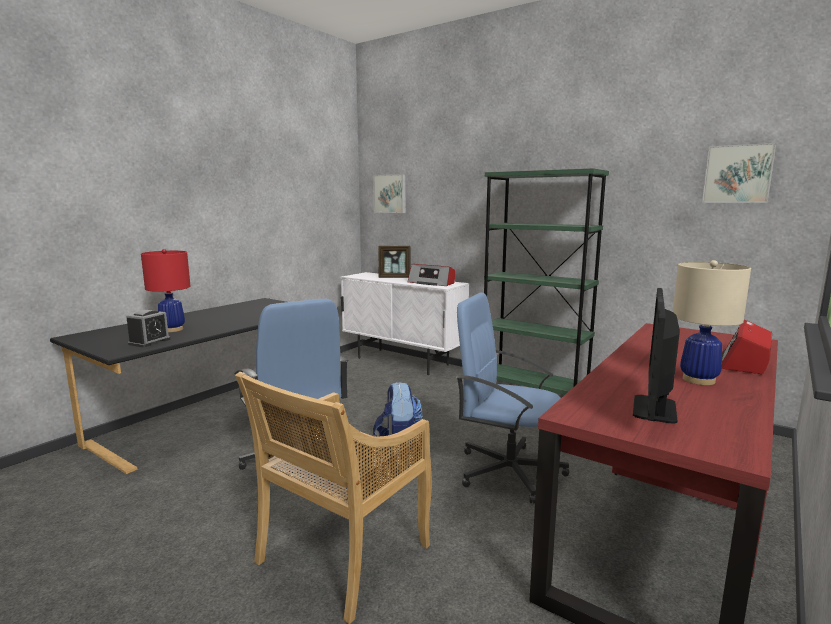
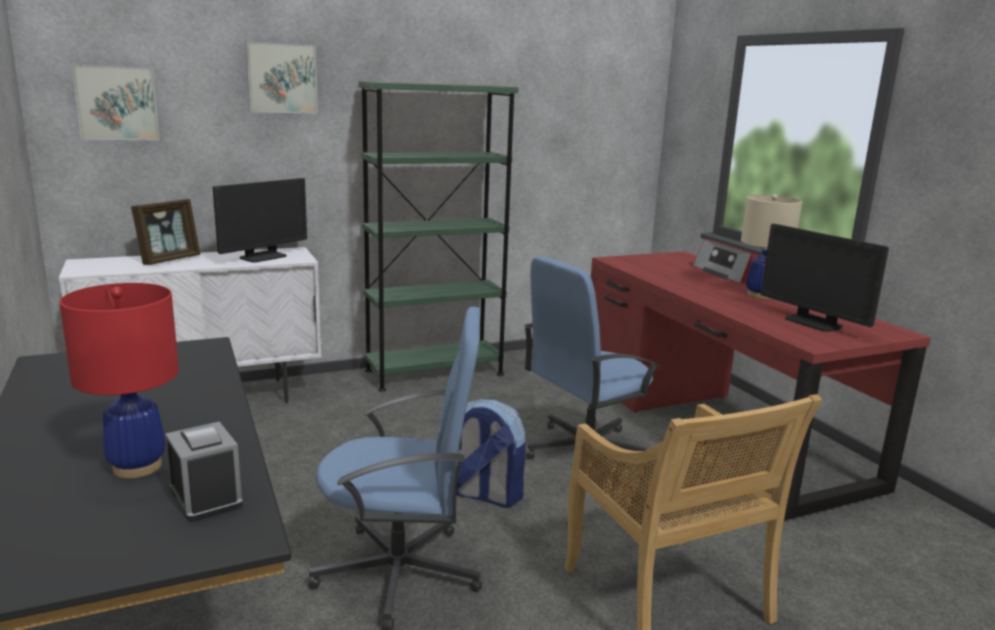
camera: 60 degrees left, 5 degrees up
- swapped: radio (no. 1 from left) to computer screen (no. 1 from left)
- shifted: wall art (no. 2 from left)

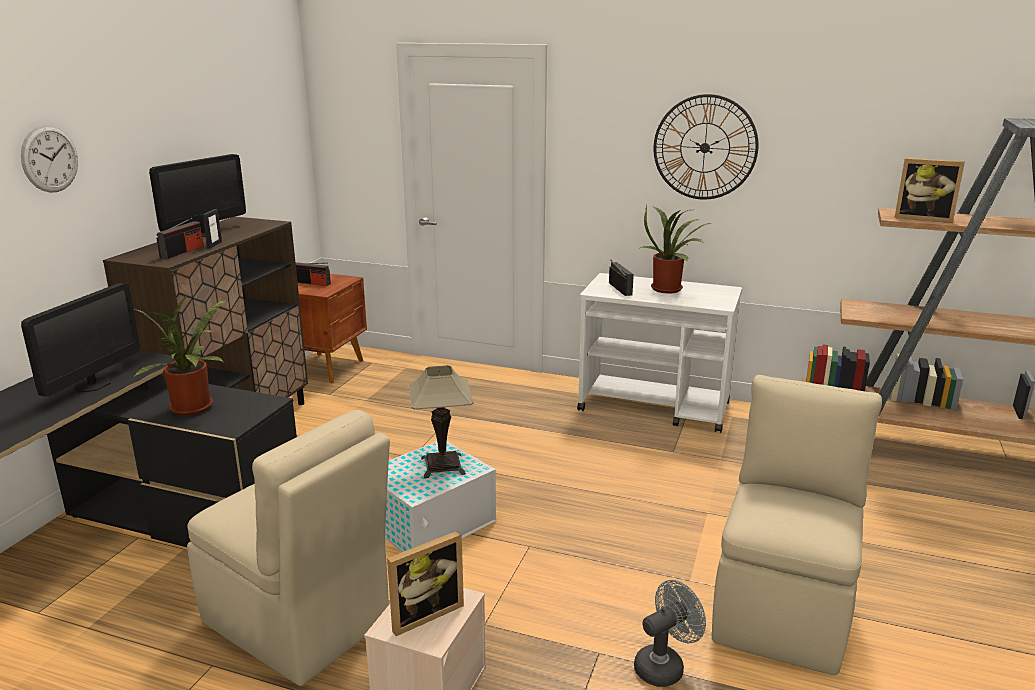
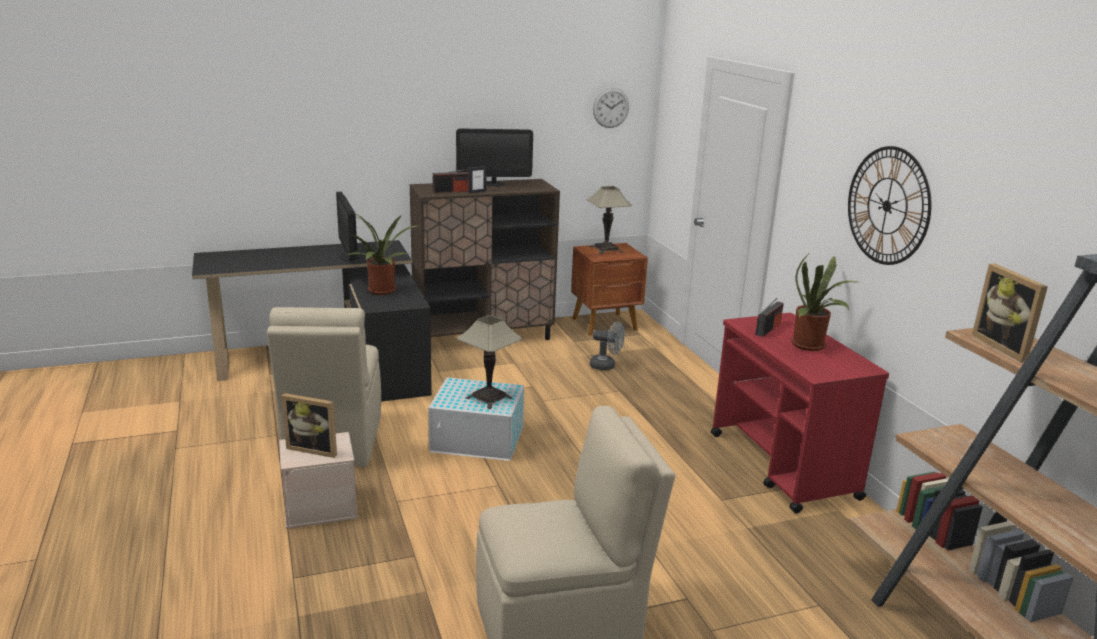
camera: 50 degrees right, 0 degrees up
- rotated: computer screen (no. 1 from left) 90 degrees clockwise
- swapped: radio (no. 2 from left) to table lamp (no. 2 from left)
- shifted: electric fan (greyish)
- shifted: wall clock (no. 1 from left)
- repainted: cart (white) to cart (red)

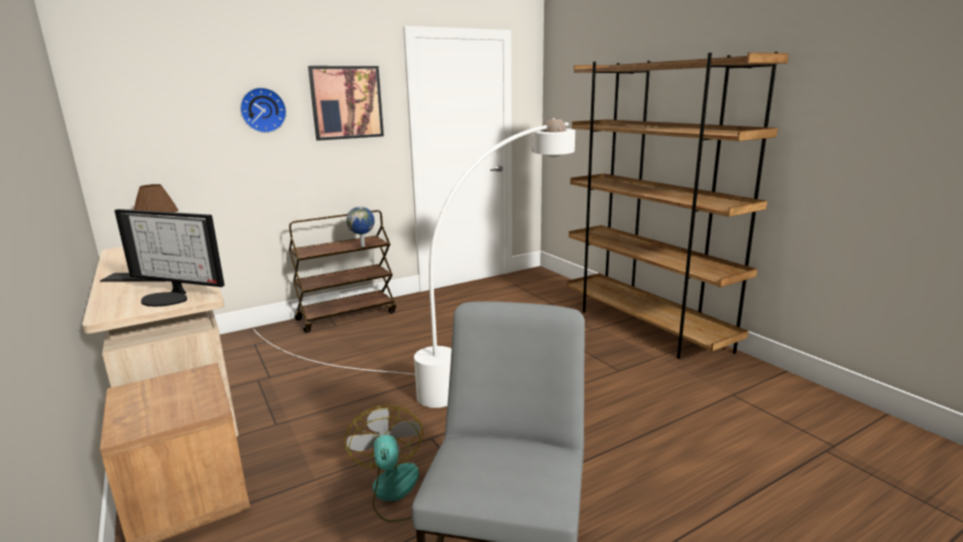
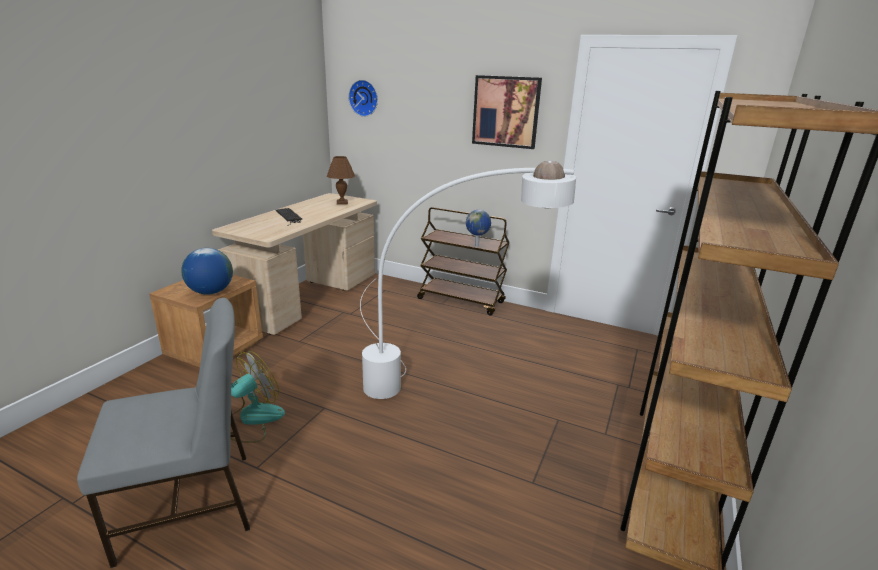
camera: 55 degrees right, 5 degrees up
- new: desk globe (no. 1 from left)
- shifted: wall clock
- gone: computer screen

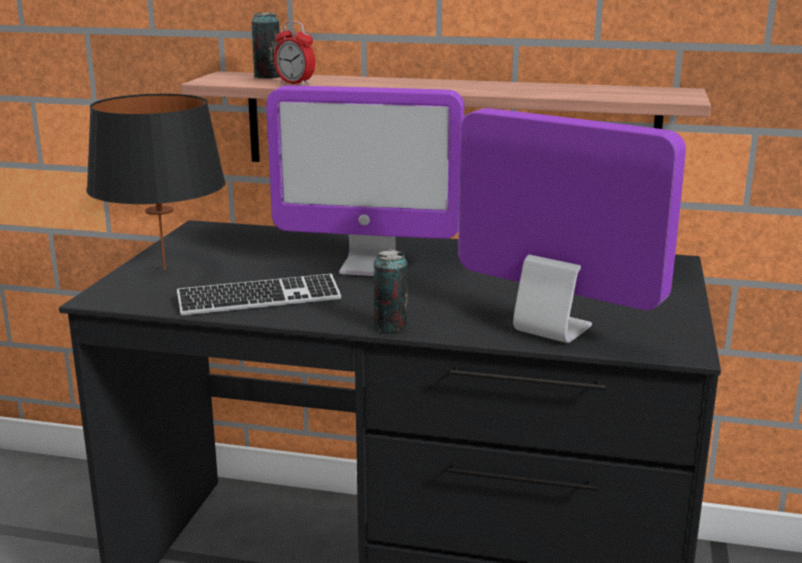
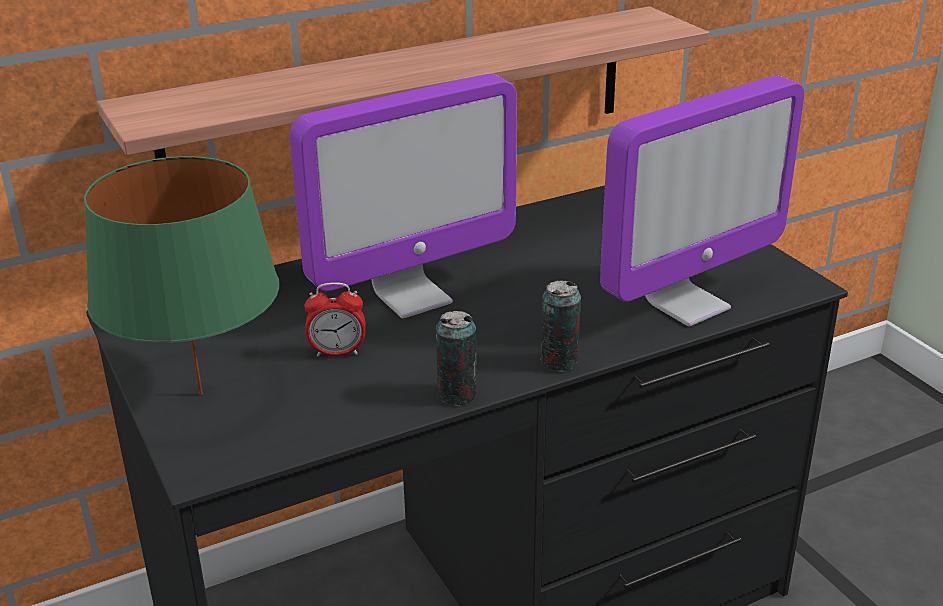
camera: 40 degrees left, 10 degrees up
- repainted: table lamp (black) to table lamp (green-coloured)
- shifted: alarm clock
- shifted: metal can (no. 1 from left)
- rotated: computer screen (no. 2 from left) 150 degrees clockwise
- gone: computer keyboard

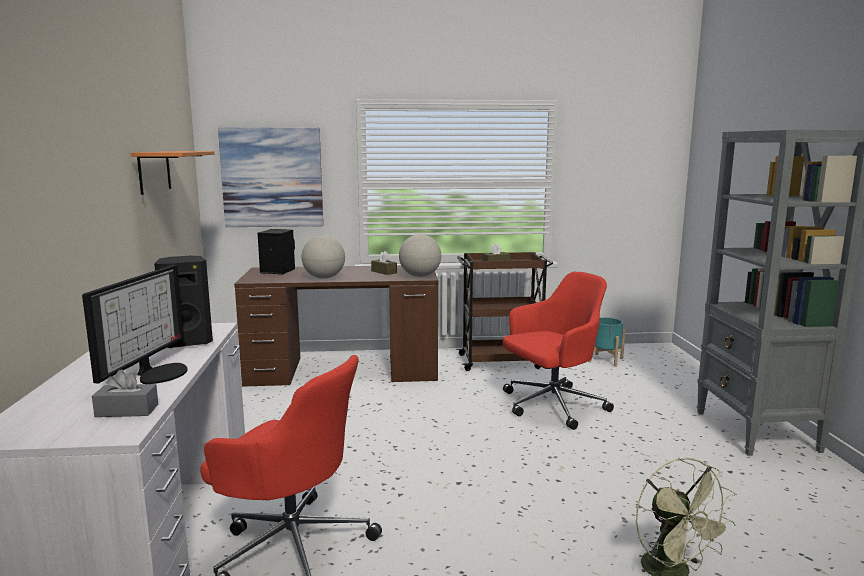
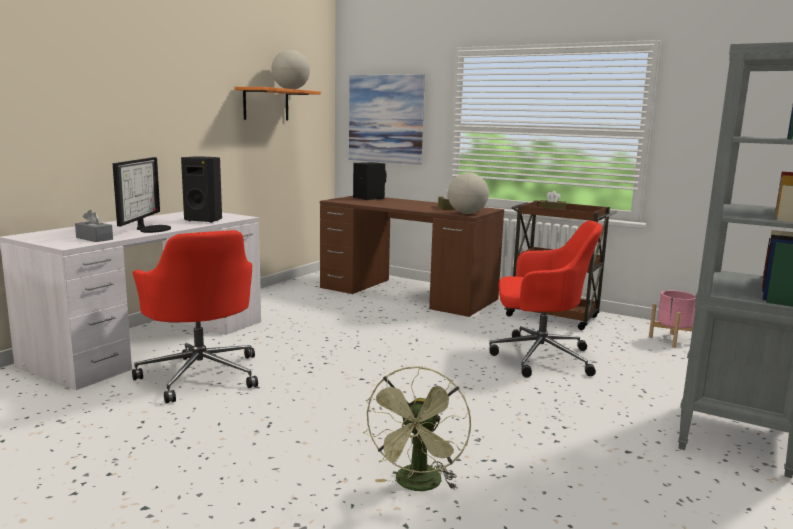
camera: 35 degrees right, 0 degrees up
- rotated: computer screen 45 degrees counterclockwise
- shifted: desk globe (no. 1 from left)
- repainted: planter (turquoise) to planter (pink)

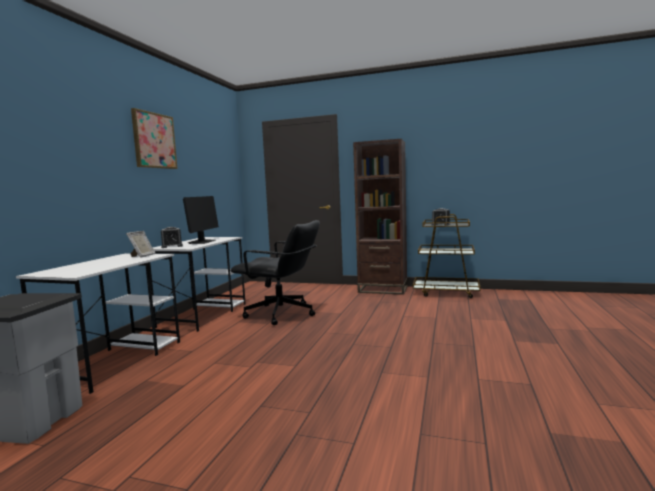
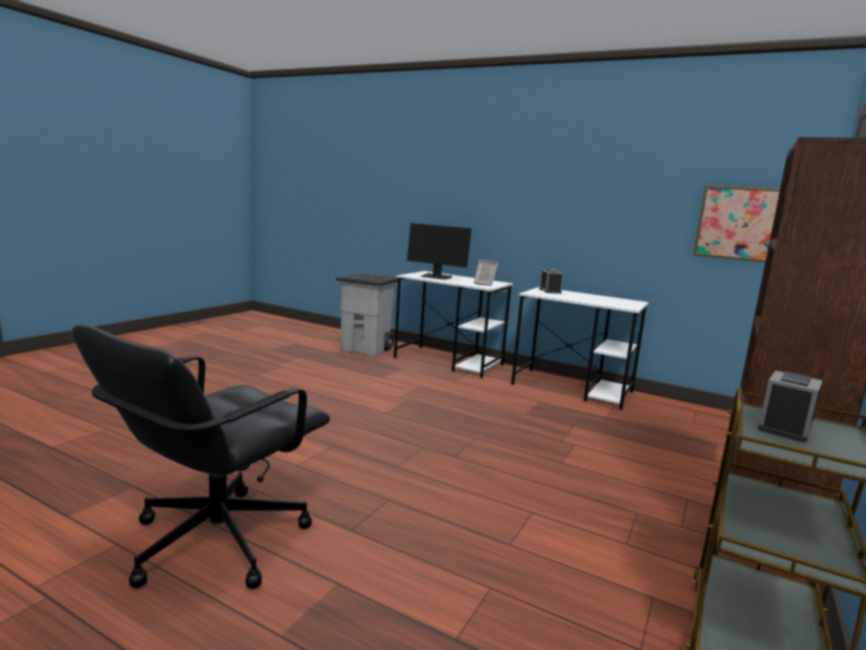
camera: 100 degrees right, 5 degrees up
- shifted: computer chair (black)
- shifted: computer screen
- shifted: wall art

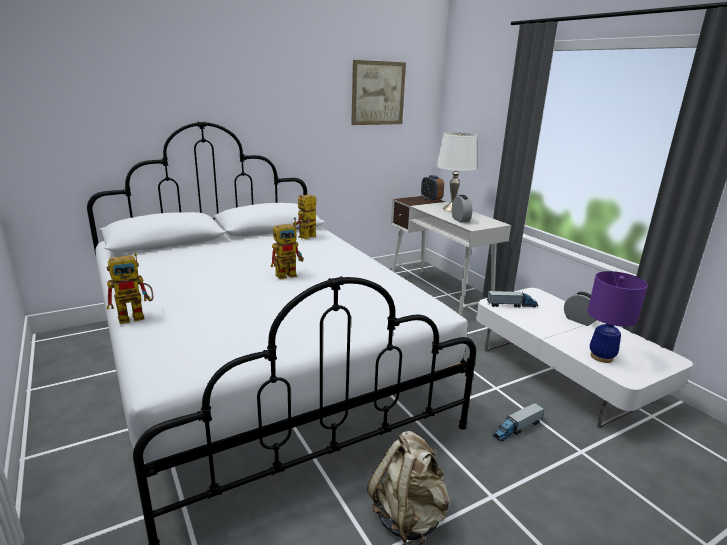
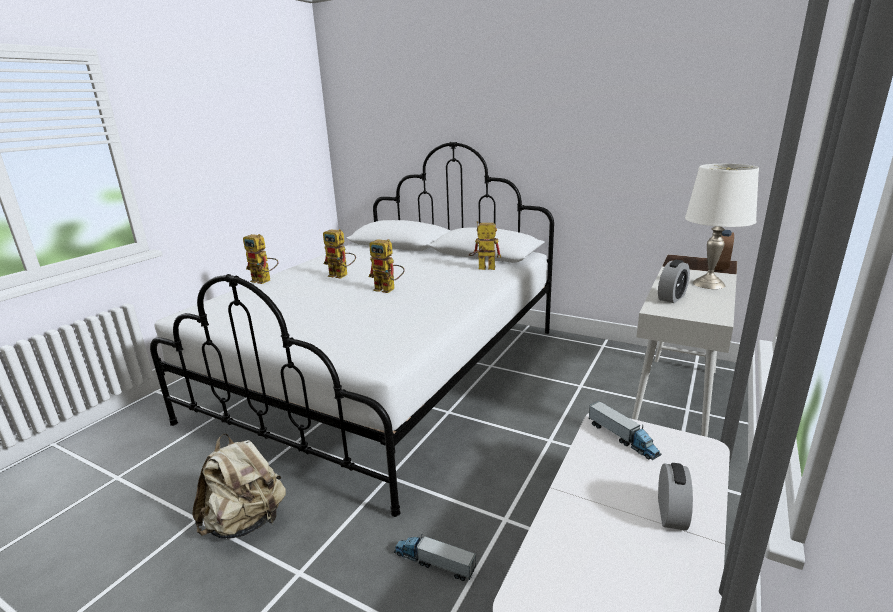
camera: 60 degrees right, 0 degrees up
- new: robot figure (no. 2 from left)
- gone: wall art
- gone: table lamp (purple)

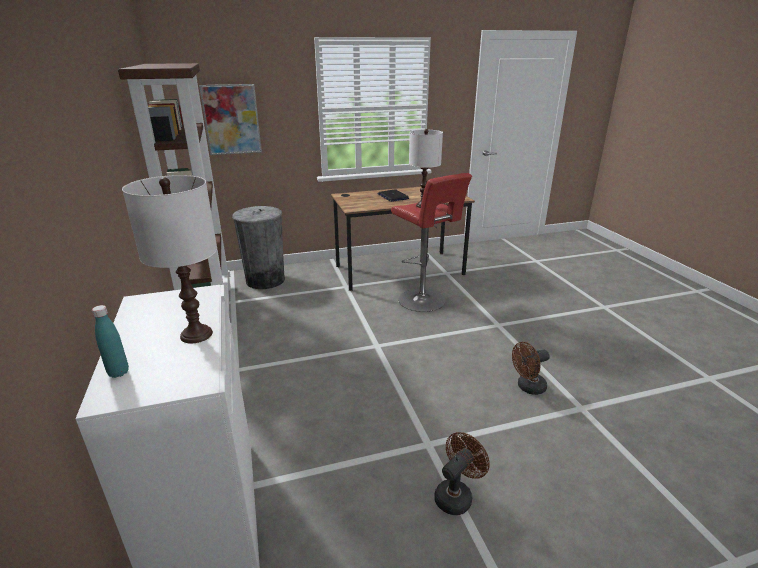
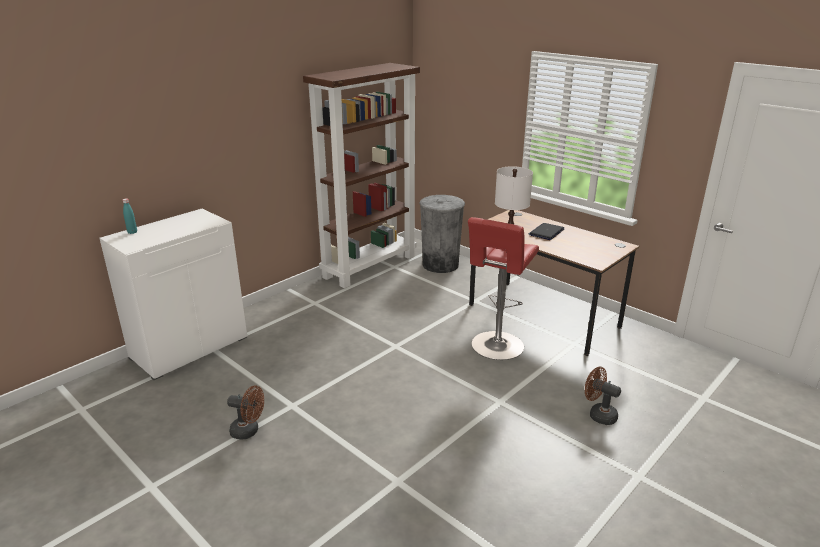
camera: 60 degrees right, 0 degrees up
- shifted: electric fan (brown-coloured) (no. 2 from left)
- gone: table lamp (white) (no. 1 from left)
- gone: wall art

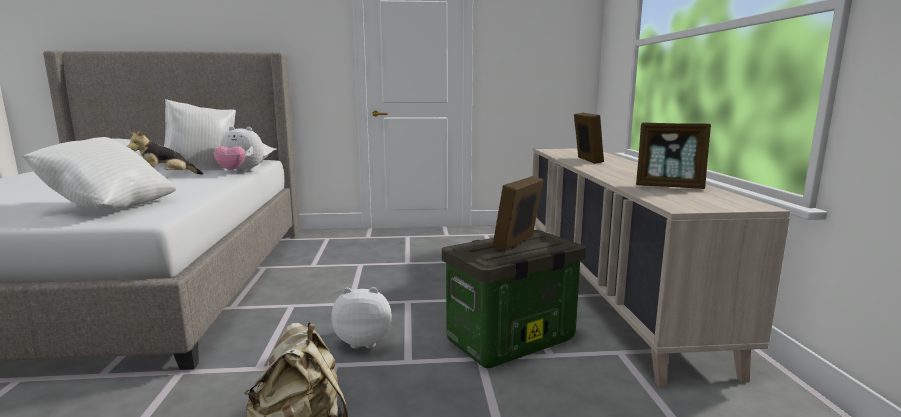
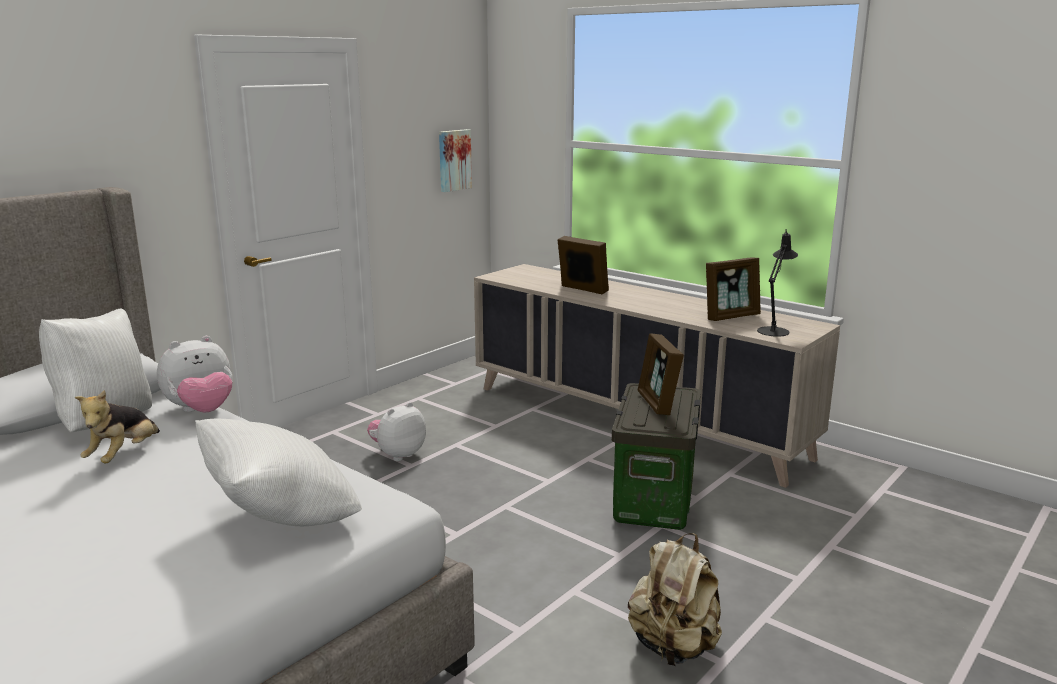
camera: 45 degrees left, 5 degrees up
- shifted: soft toy (no. 3 from left)
- new: wall art
- new: table lamp (black)

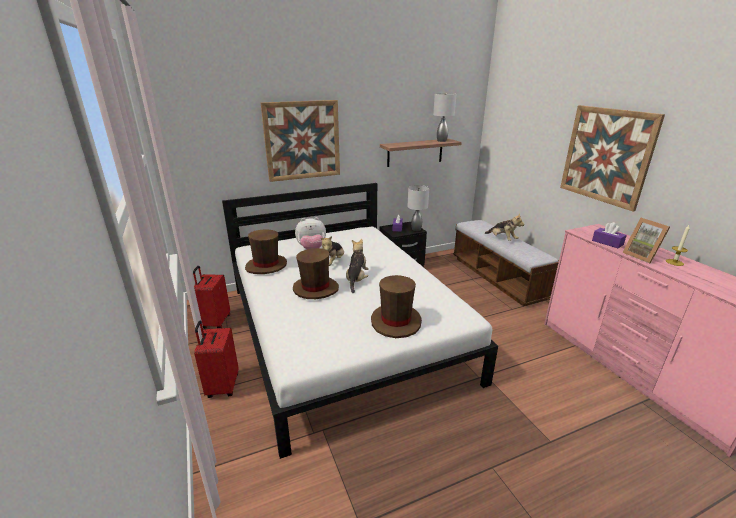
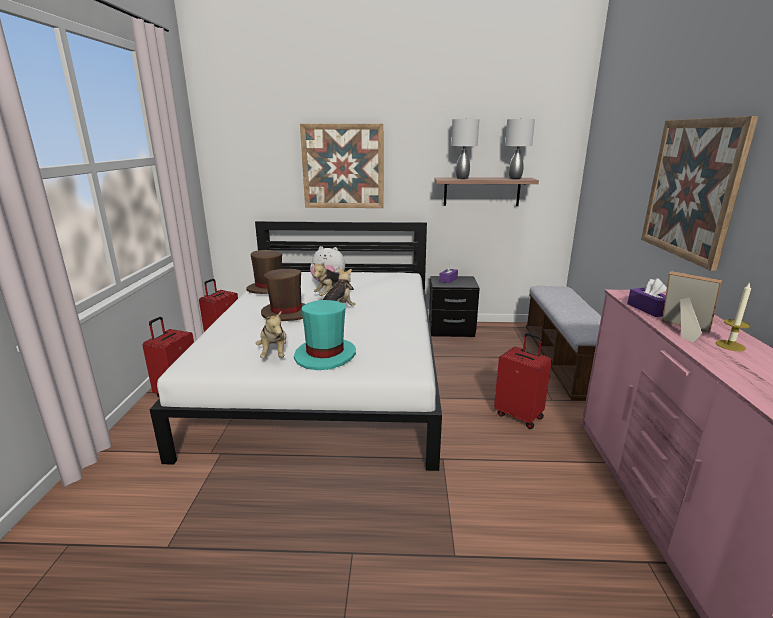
camera: 25 degrees right, 5 degrees down
- shifted: soft toy (no. 4 from left in the first image) to soft toy (no. 1 from left)
- repainted: wearable hat (brown-coloured) (no. 3 from left) to wearable hat (turquoise)
- shifted: table lamp (greyish) (no. 1 from left)
- new: piece of luggage (red) (no. 3 from left)
- rotated: picture frame 135 degrees clockwise

